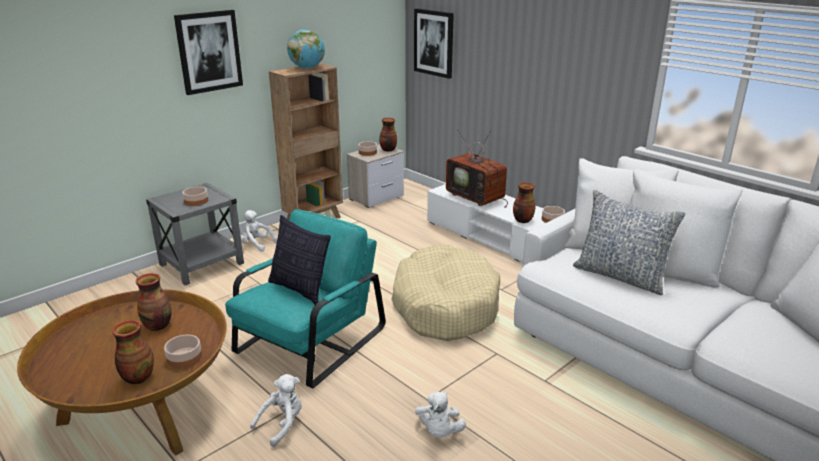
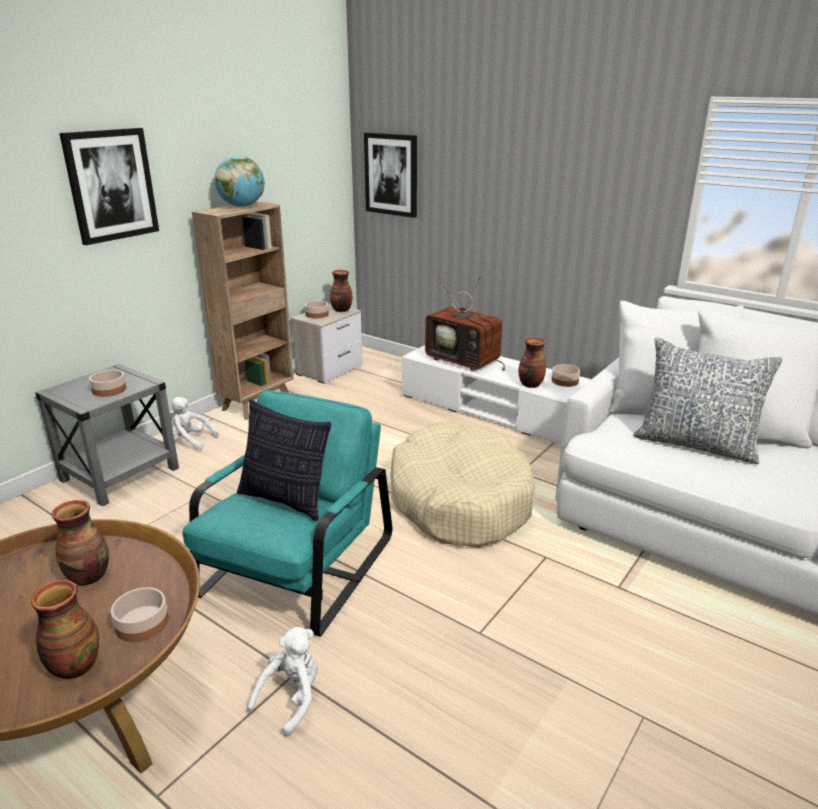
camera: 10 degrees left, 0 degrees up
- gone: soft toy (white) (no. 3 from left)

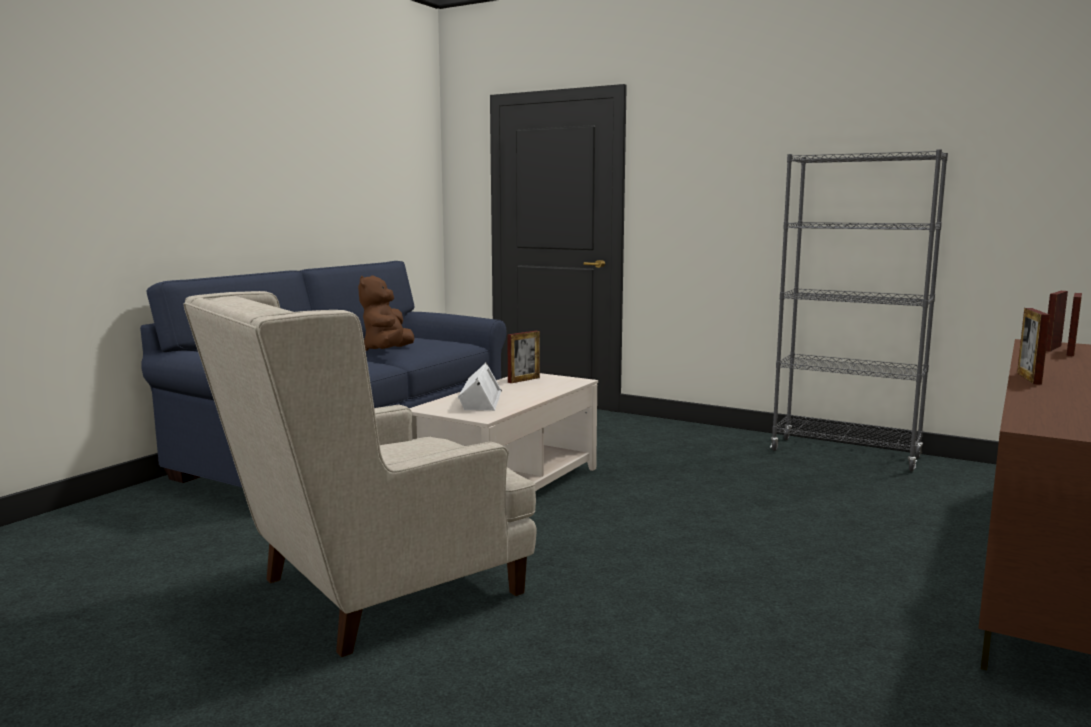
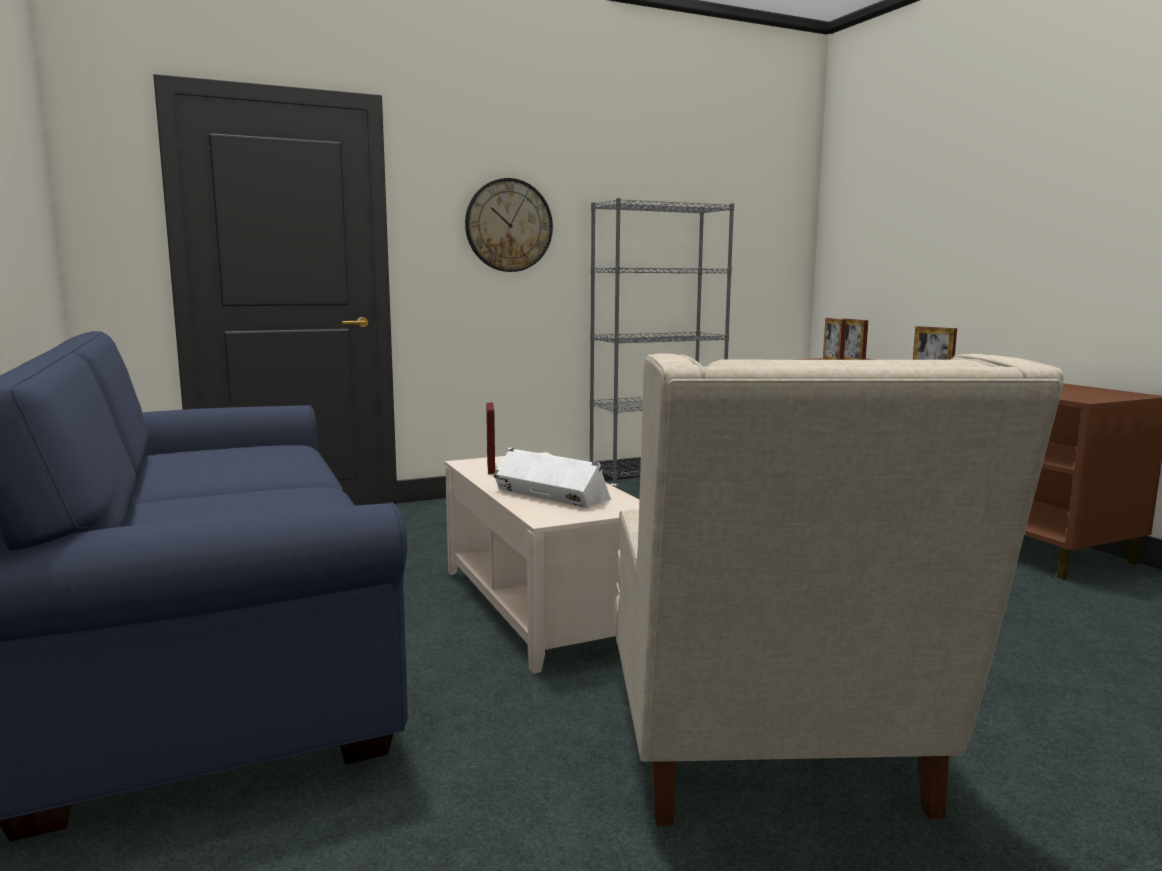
camera: 55 degrees left, 0 degrees up
- new: wall clock
- gone: soft toy (brown-coloured)

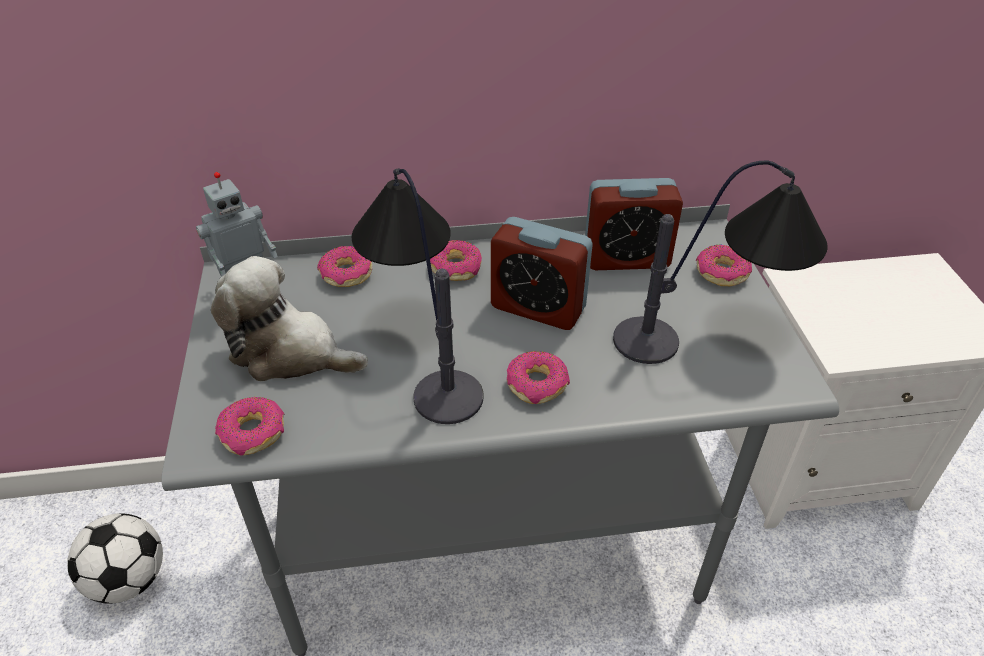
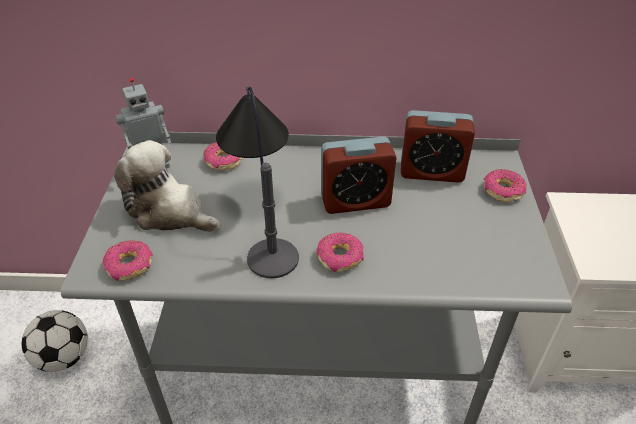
camera: 10 degrees right, 0 degrees up
- rotated: alarm clock (no. 1 from left) 45 degrees counterclockwise
- gone: donut (no. 3 from left)
- gone: table lamp (no. 2 from left)

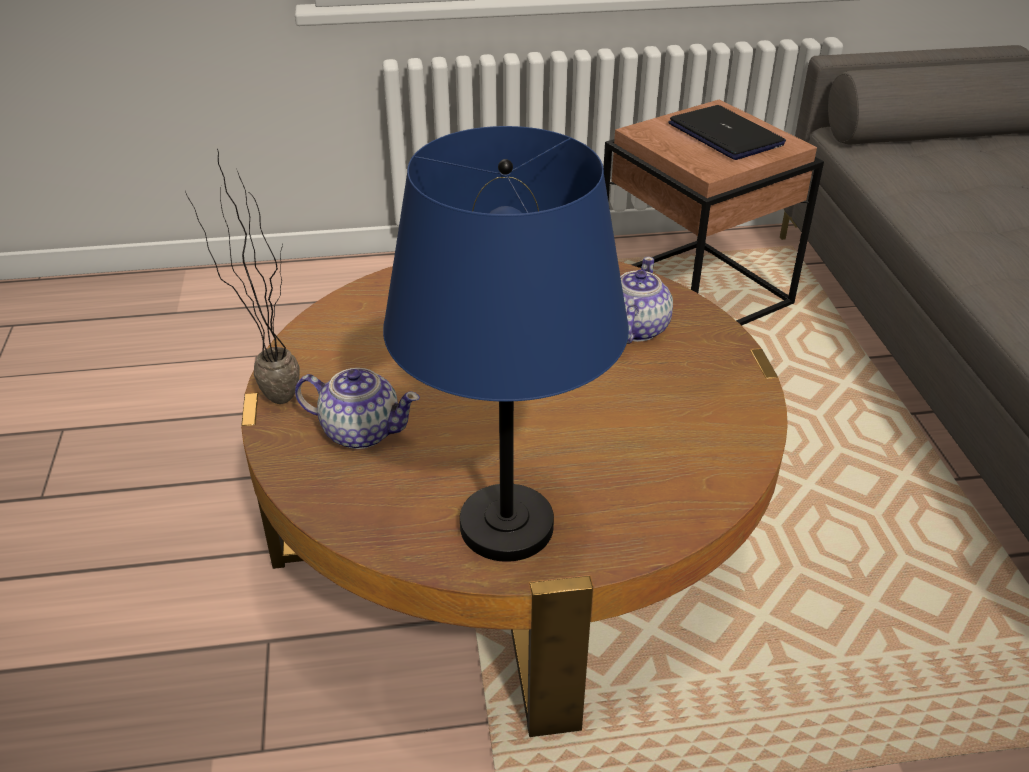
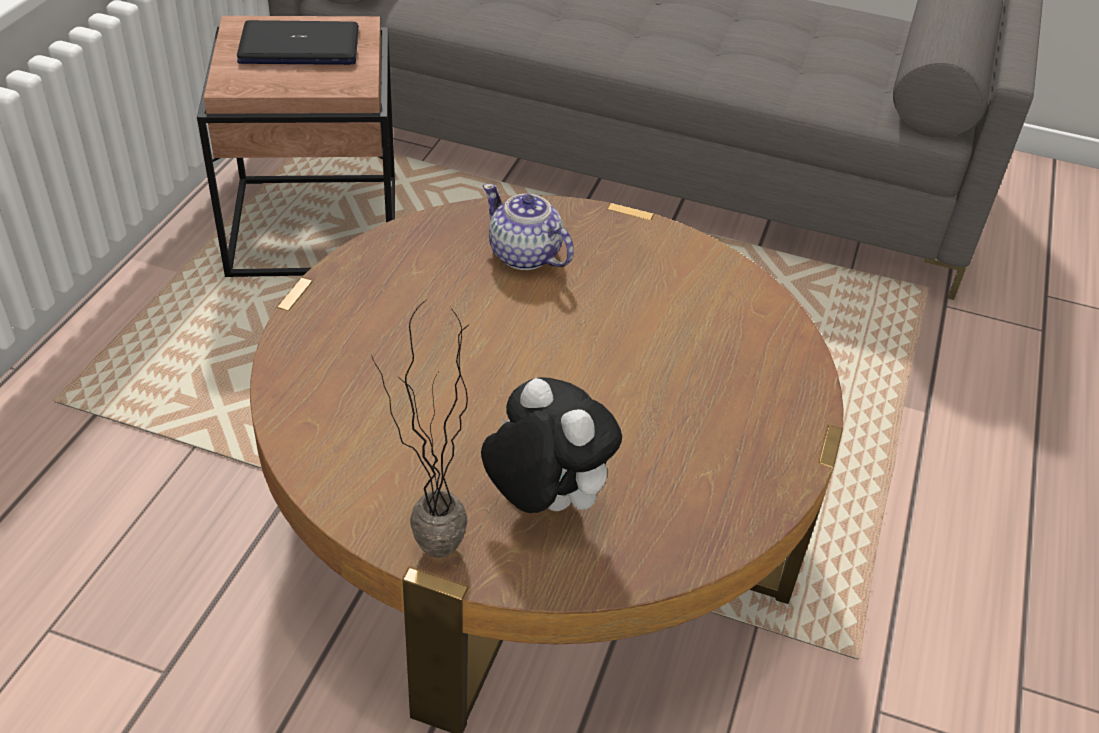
camera: 65 degrees left, 5 degrees up
- swapped: tea pot (no. 1 from left) to soft toy
- gone: table lamp (blue)

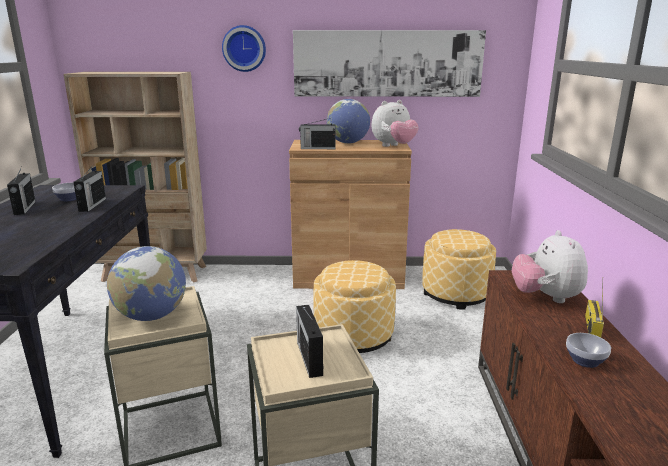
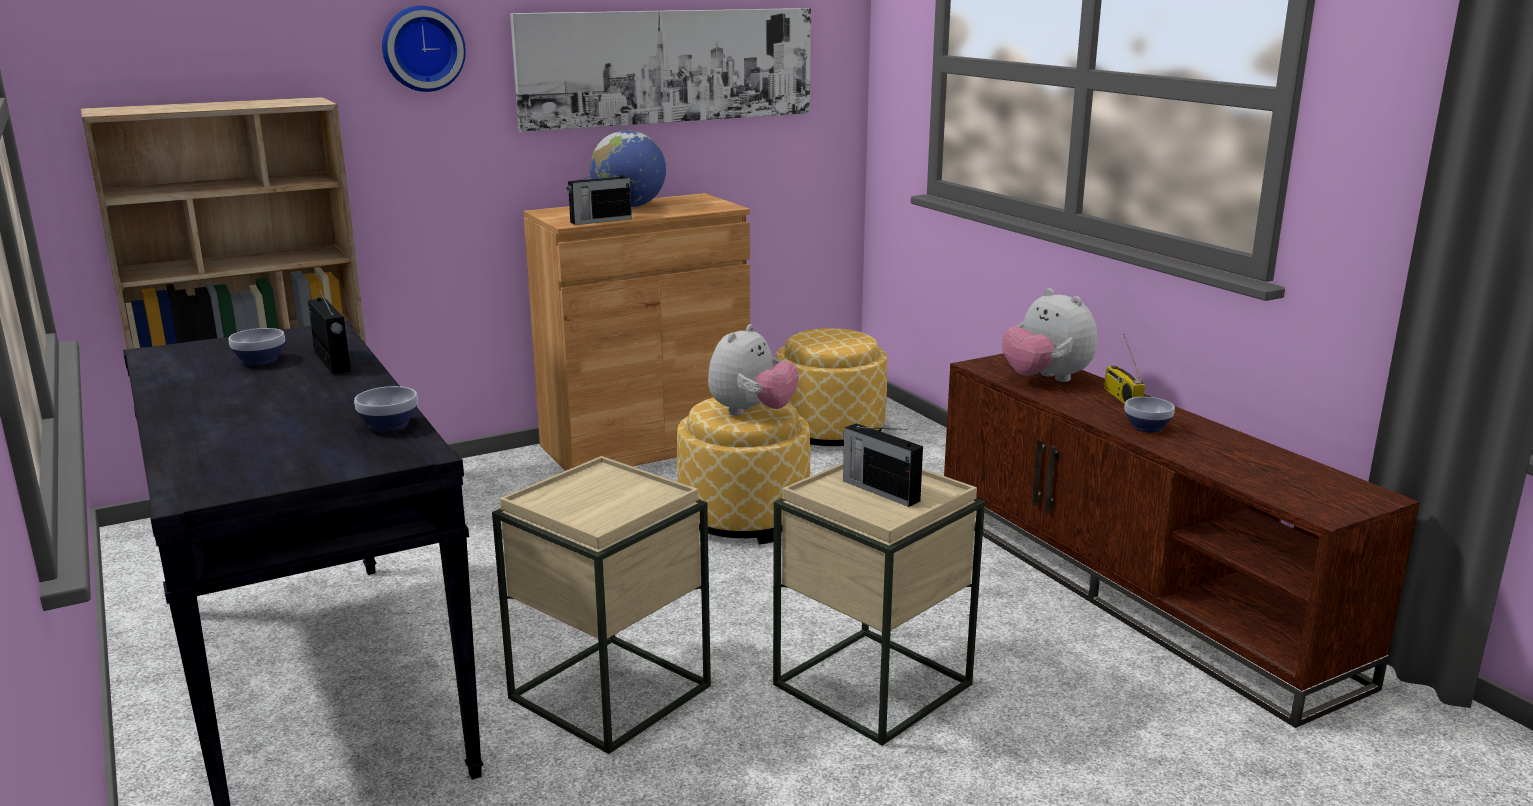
camera: 30 degrees left, 0 degrees up
- new: serving bowl (no. 2 from left)
- shifted: soft toy (no. 1 from left)
- gone: radio (no. 1 from left)
- gone: desk globe (no. 1 from left)

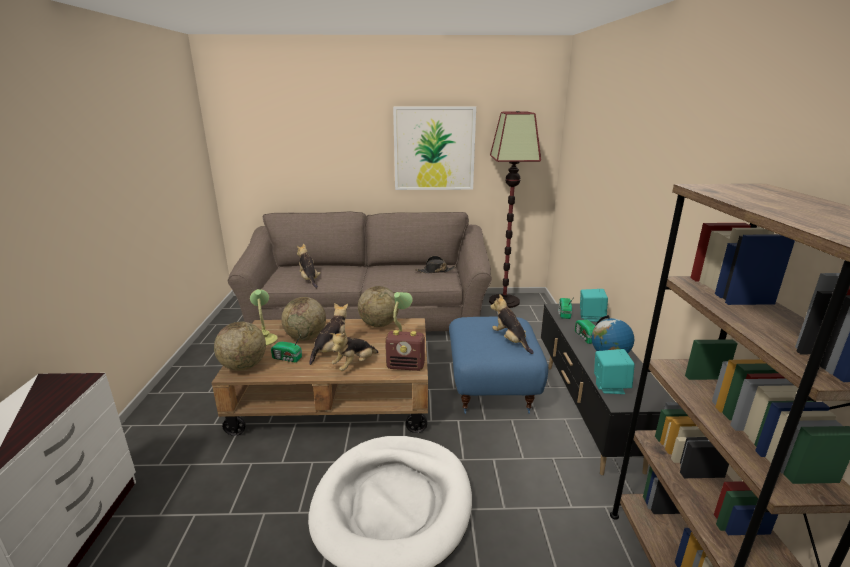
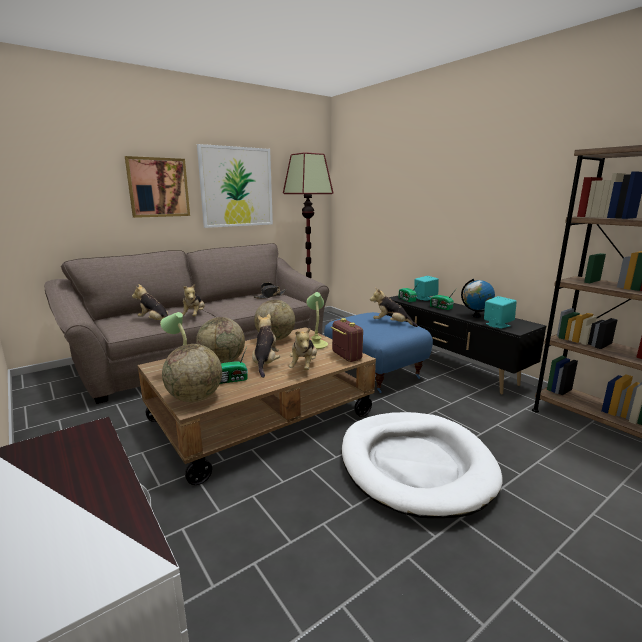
camera: 35 degrees left, 5 degrees down
- new: wall art (no. 1 from left)
- new: soft toy (no. 2 from left)
- rotated: radio (no. 2 from left) 90 degrees counterclockwise

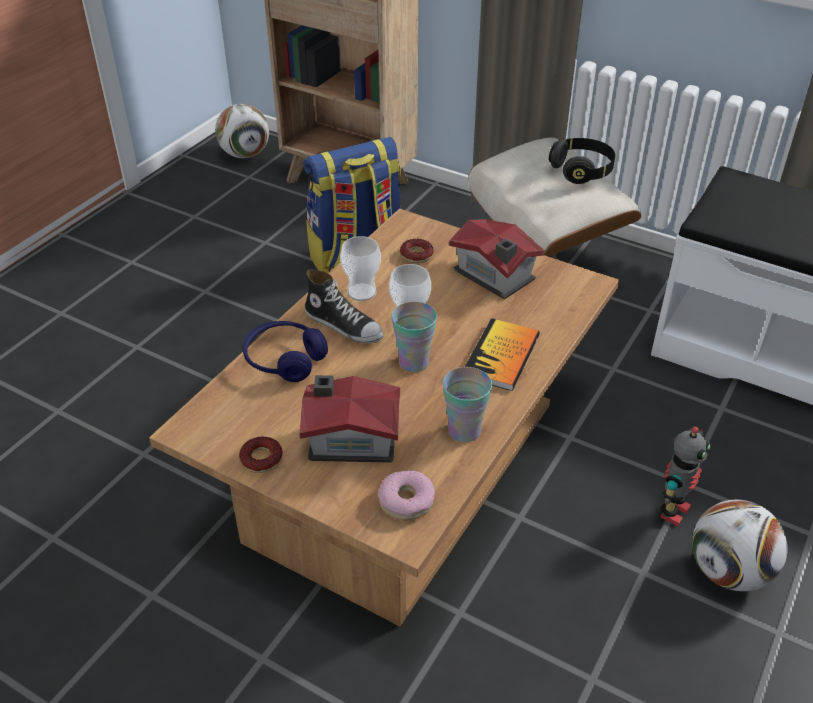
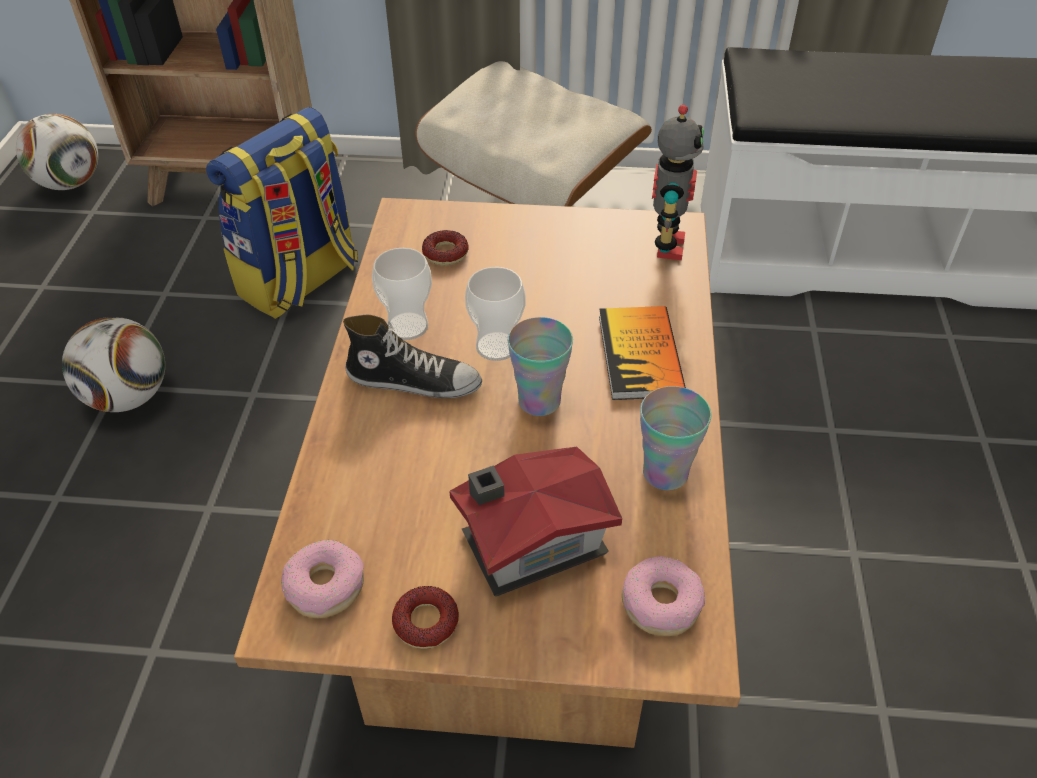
camera: 25 degrees left, 5 degrees up
- shifted: football (no. 2 from left)
- new: donut (no. 1 from left)
- shifted: robot figure
- gone: headset (blue)
- gone: model house (no. 2 from left)
- gone: headset (black)

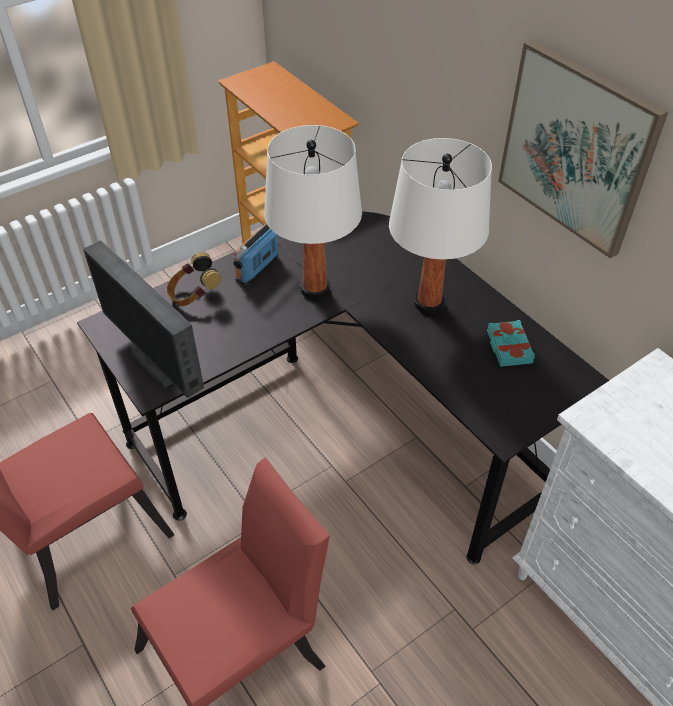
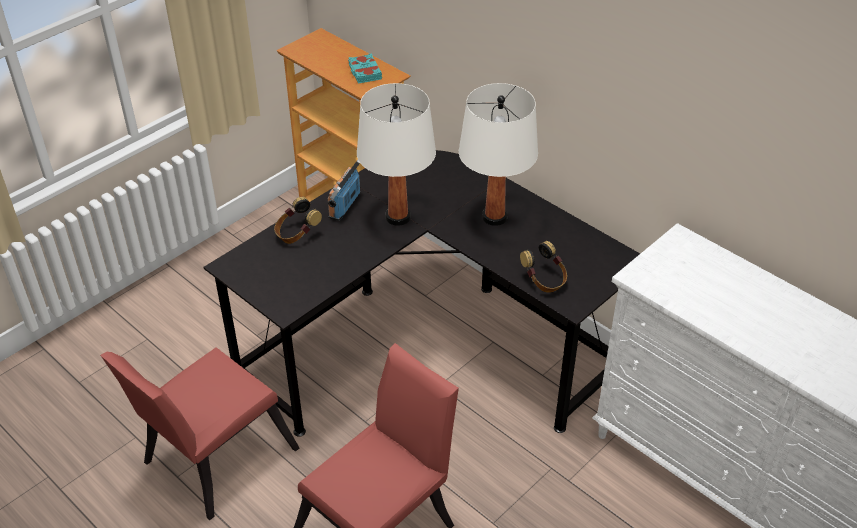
camera: 10 degrees left, 5 degrees down
- shifted: book (turquoise)
- new: headset (no. 2 from left)
- gone: computer screen
- gone: wall art

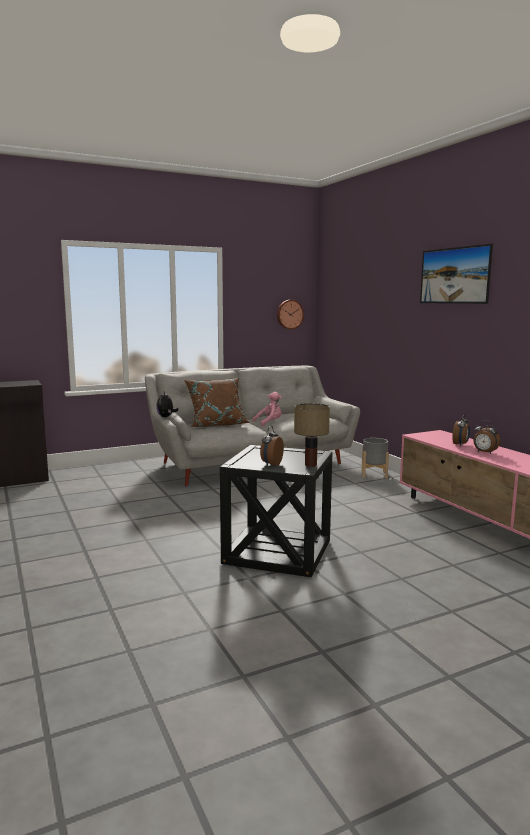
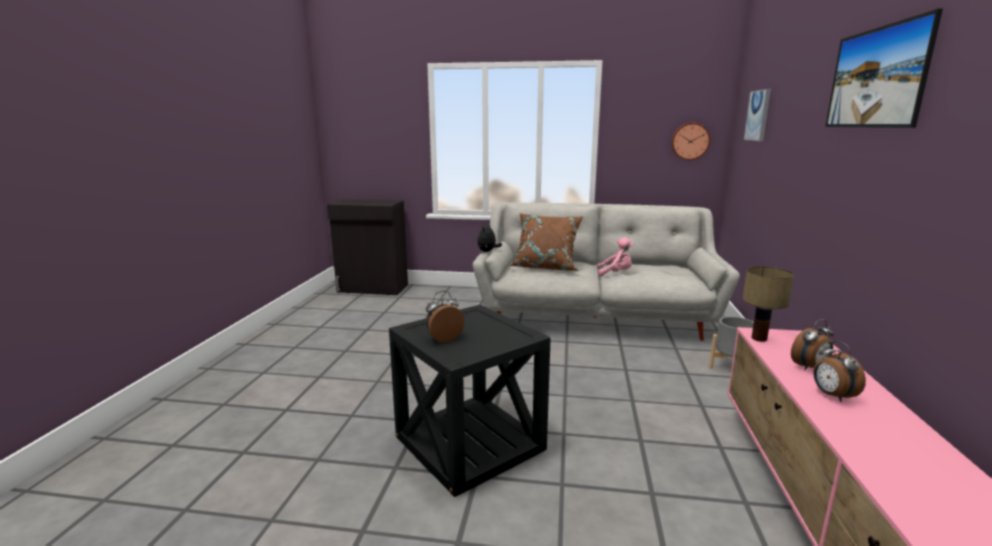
camera: 35 degrees right, 5 degrees up
- shifted: table lamp
- new: wall art (no. 1 from left)

